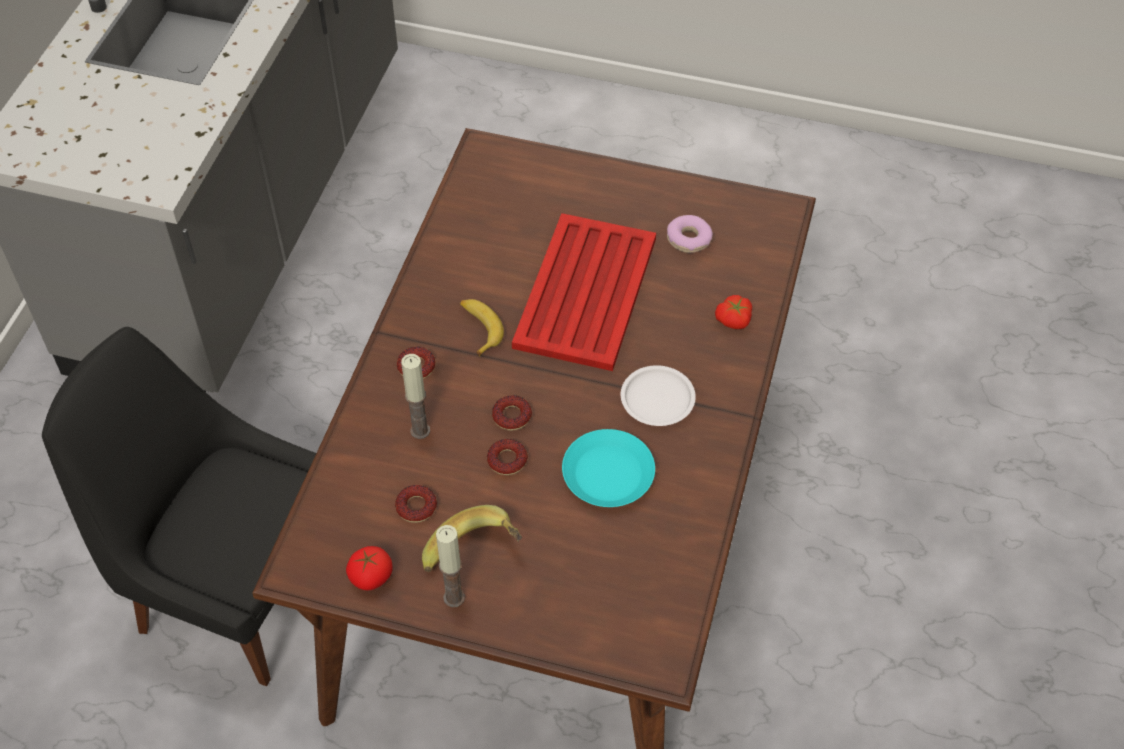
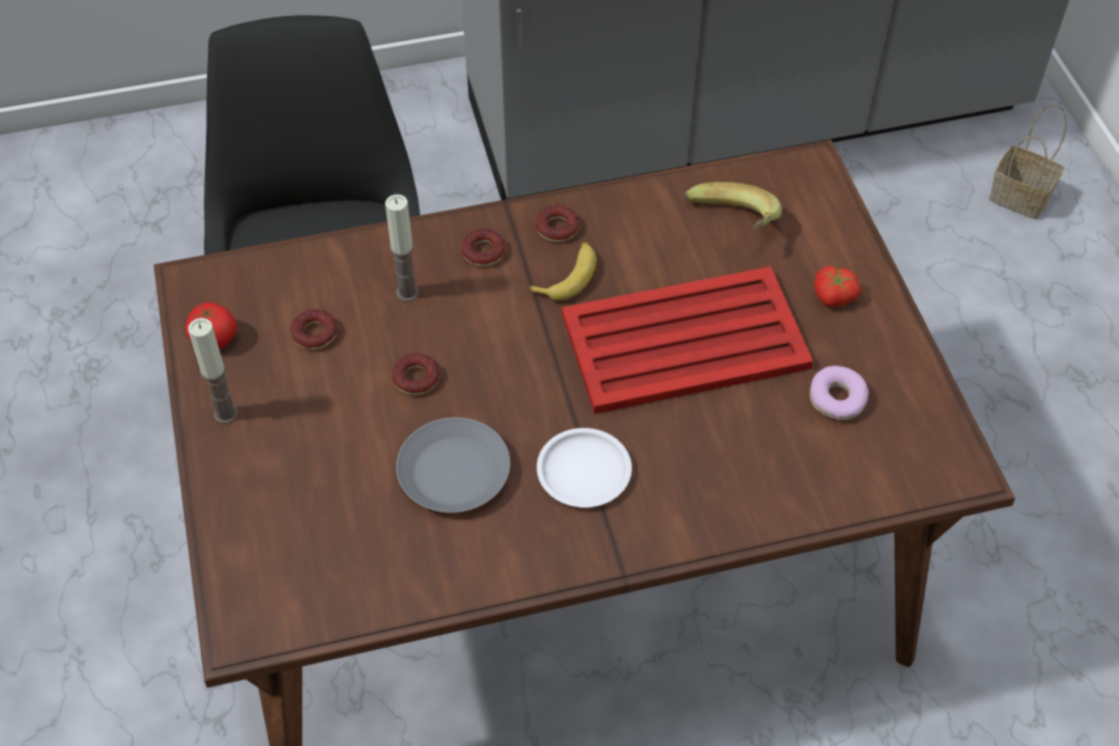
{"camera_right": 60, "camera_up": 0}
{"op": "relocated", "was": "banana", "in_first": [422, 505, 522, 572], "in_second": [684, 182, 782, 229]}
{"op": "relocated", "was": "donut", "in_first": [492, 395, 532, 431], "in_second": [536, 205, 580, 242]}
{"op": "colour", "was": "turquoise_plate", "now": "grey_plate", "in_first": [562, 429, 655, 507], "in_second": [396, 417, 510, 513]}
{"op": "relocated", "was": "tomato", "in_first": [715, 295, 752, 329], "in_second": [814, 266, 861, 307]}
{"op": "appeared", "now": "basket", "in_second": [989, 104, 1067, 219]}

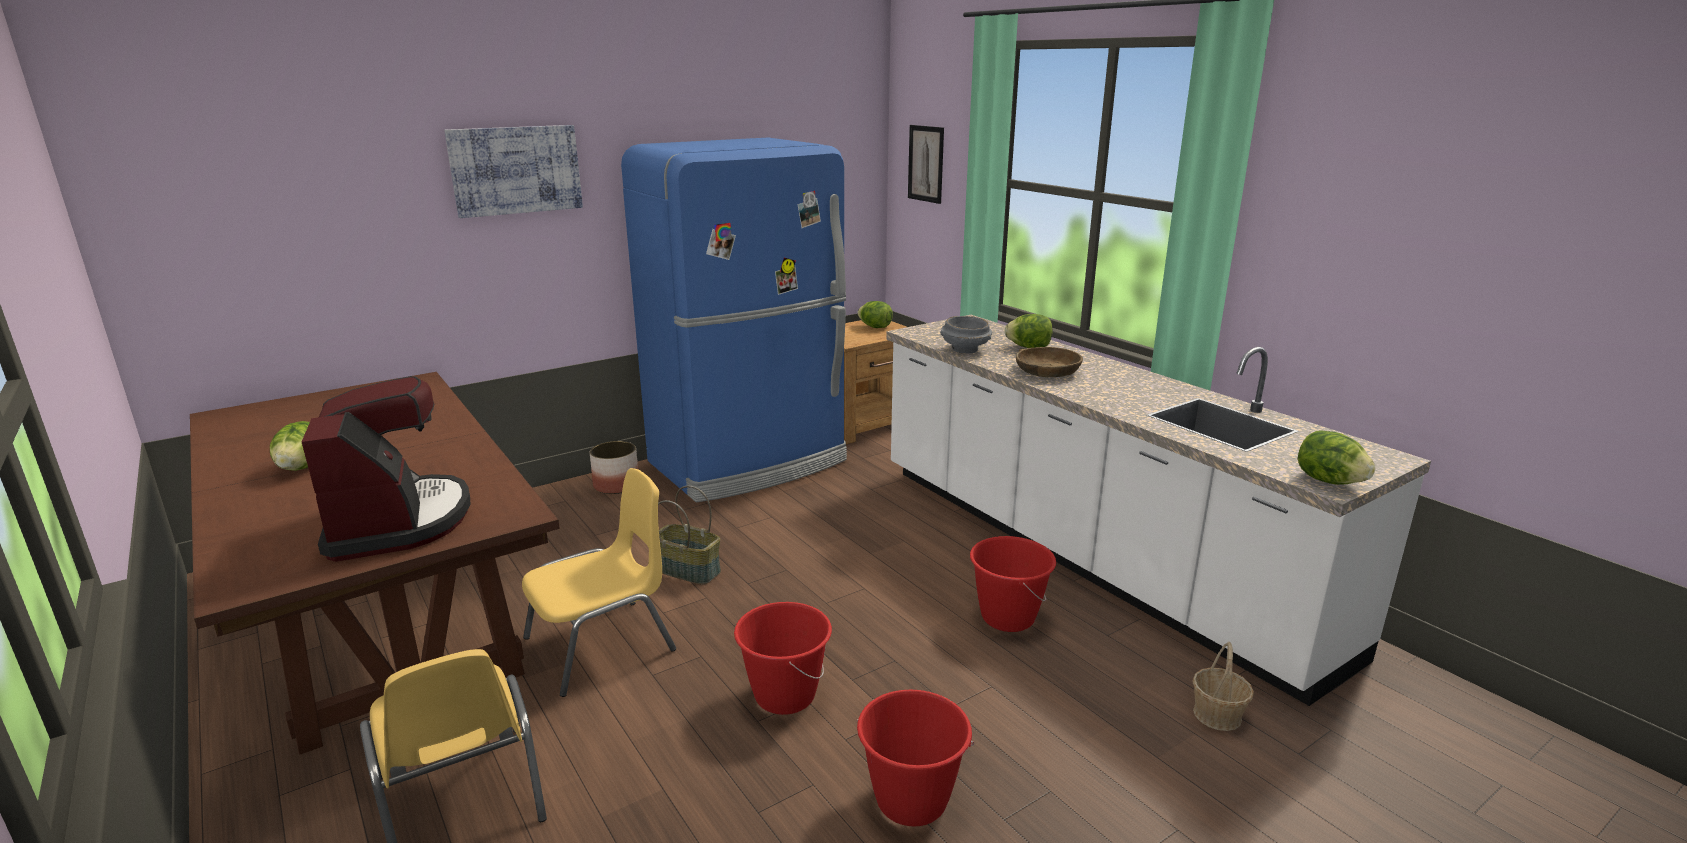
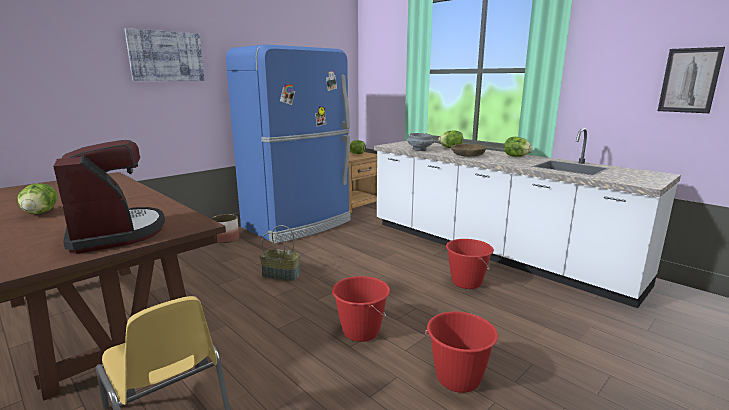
{"camera_right": -10, "camera_up": -5}
{"op": "missing", "was": "yellow_chair", "in_first": [522, 468, 676, 697]}
{"op": "relocated", "was": "picture", "in_first": [908, 125, 944, 204], "in_second": [658, 47, 725, 113]}
{"op": "missing", "was": "basket", "in_first": [1193, 642, 1254, 731]}
{"op": "relocated", "was": "lettuce", "in_first": [1298, 430, 1376, 485], "in_second": [504, 137, 533, 157]}

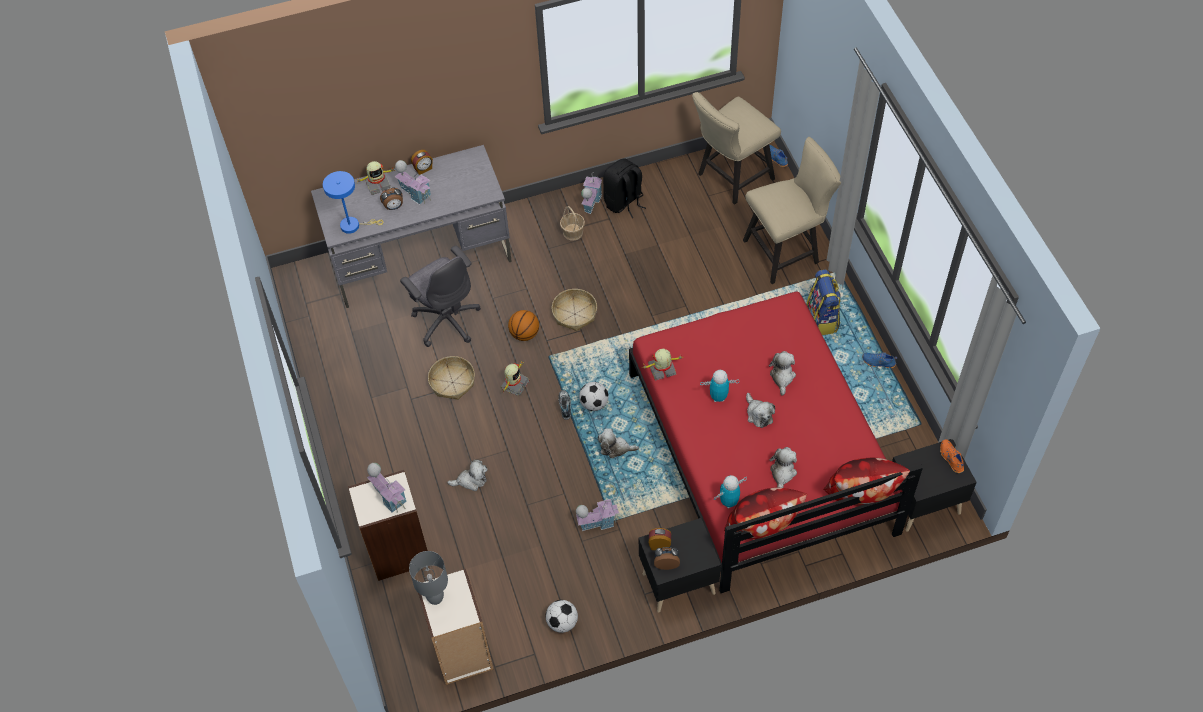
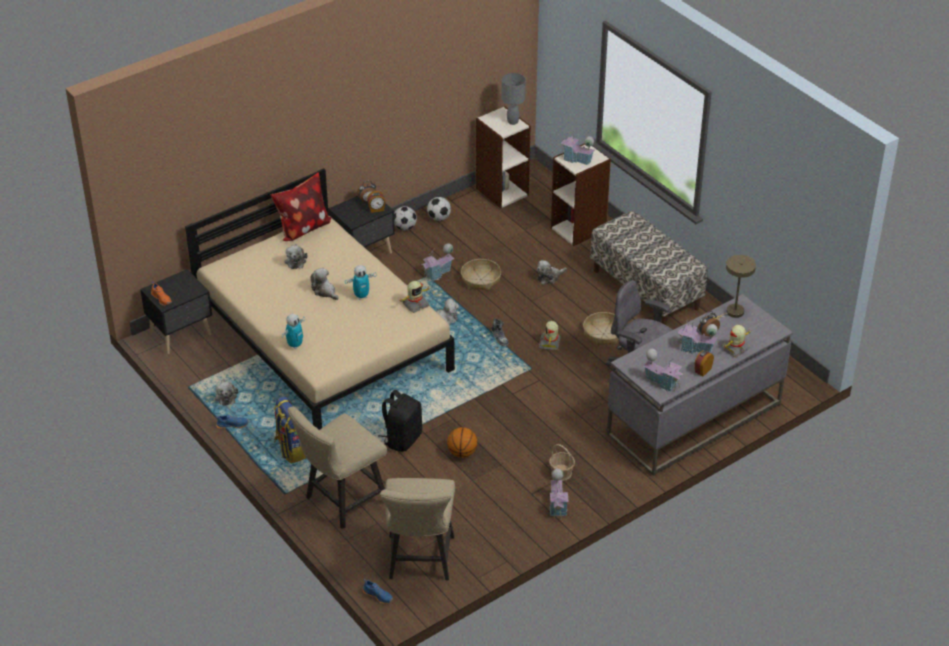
{"camera_right": 160, "camera_up": -15}
{"op": "colour", "was": "blue_table_lamp", "now": "beige_table_lamp", "in_first": [323, 171, 384, 234], "in_second": [713, 255, 756, 320]}
{"op": "relocated", "was": "basketball", "in_first": [508, 310, 539, 341], "in_second": [447, 427, 477, 458]}
{"op": "relocated", "was": "basket", "in_first": [552, 289, 597, 331], "in_second": [461, 259, 501, 291]}
{"op": "relocated", "was": "football", "in_first": [579, 382, 609, 411], "in_second": [394, 206, 417, 230]}
{"op": "relocated", "was": "black_backpack", "in_first": [603, 158, 646, 218], "in_second": [378, 390, 422, 452]}
{"op": "colour", "was": "red_bed", "now": "beige_bed", "in_first": [629, 292, 923, 593], "in_second": [185, 168, 455, 430]}
{"op": "spun", "was": "beige_chair", "in_first": [692, 92, 781, 205], "in_second": [380, 478, 455, 580], "clockwise": 150}
{"op": "relocated", "was": "toy_robot", "in_first": [714, 475, 747, 509], "in_second": [282, 314, 305, 349]}
{"op": "relocated", "was": "plush_toy", "in_first": [769, 351, 796, 396], "in_second": [215, 379, 238, 406]}
{"op": "missing", "was": "pillow", "in_first": [823, 458, 910, 504]}
{"op": "appeared", "now": "bench", "in_second": [590, 211, 708, 325]}
{"op": "appeared", "now": "toy_house", "in_second": [644, 349, 683, 392]}

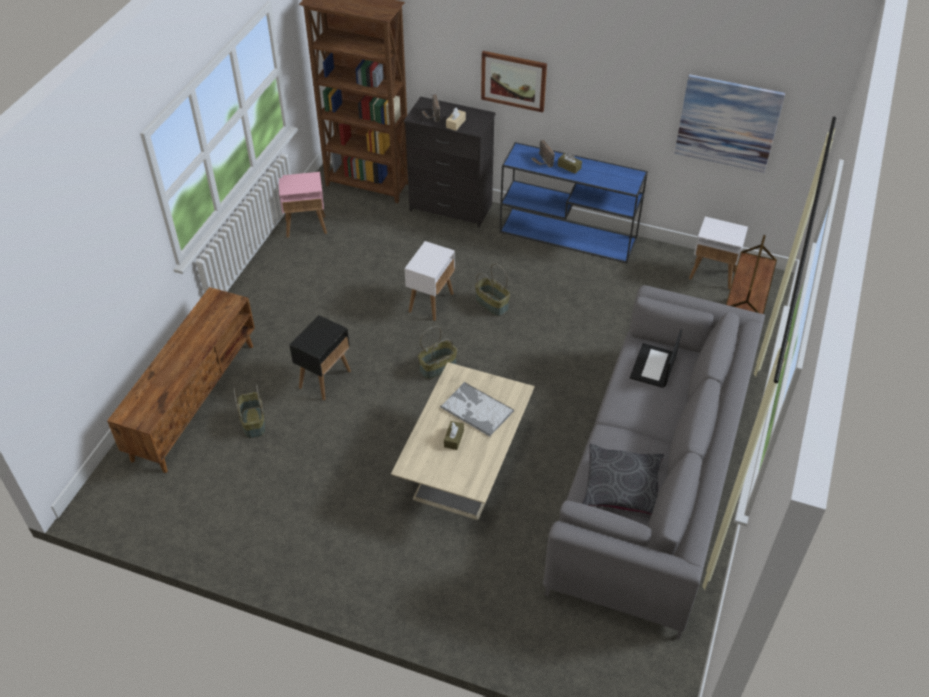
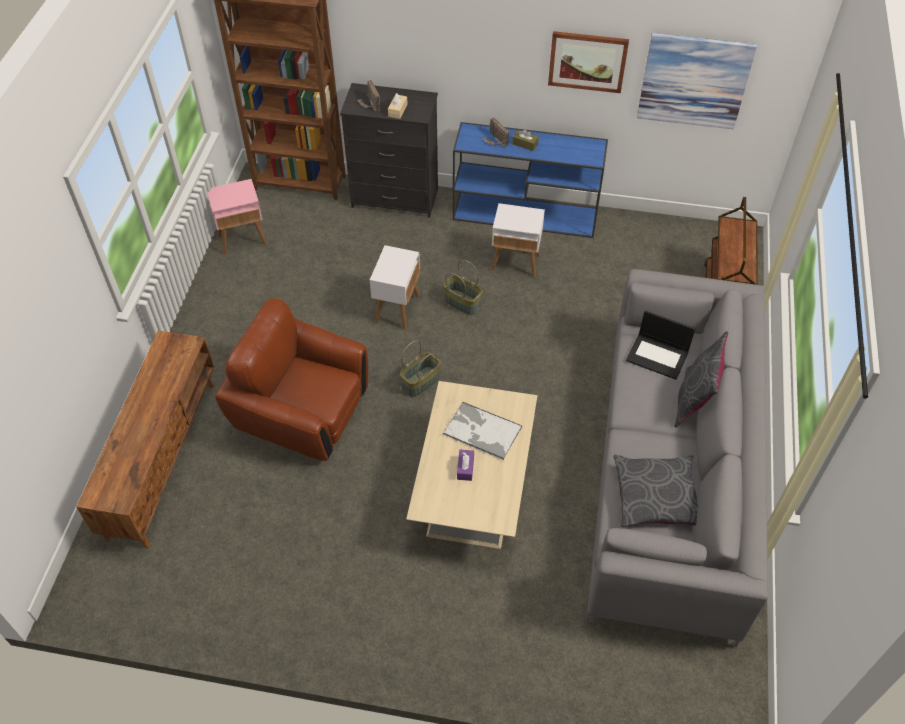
{"camera_right": -10, "camera_up": 5}
{"op": "missing", "was": "basket", "in_first": [234, 384, 265, 438]}
{"op": "exchanged", "was": "black_side_table", "now": "brown_armchair", "in_first": [290, 315, 351, 401], "in_second": [215, 298, 368, 461]}
{"op": "colour", "was": "brown_tissue_box", "now": "purple_tissue_box", "in_first": [444, 421, 464, 450], "in_second": [457, 450, 474, 481]}
{"op": "relocated", "was": "picture", "in_first": [481, 51, 547, 113], "in_second": [548, 31, 629, 93]}
{"op": "spun", "was": "laptop", "in_first": [630, 329, 682, 388], "in_second": [626, 310, 695, 380], "clockwise": -75}
{"op": "relocated", "was": "white_side_table", "in_first": [689, 217, 748, 290], "in_second": [491, 203, 545, 277]}
{"op": "appeared", "now": "grey_pillow", "in_second": [674, 331, 728, 428]}

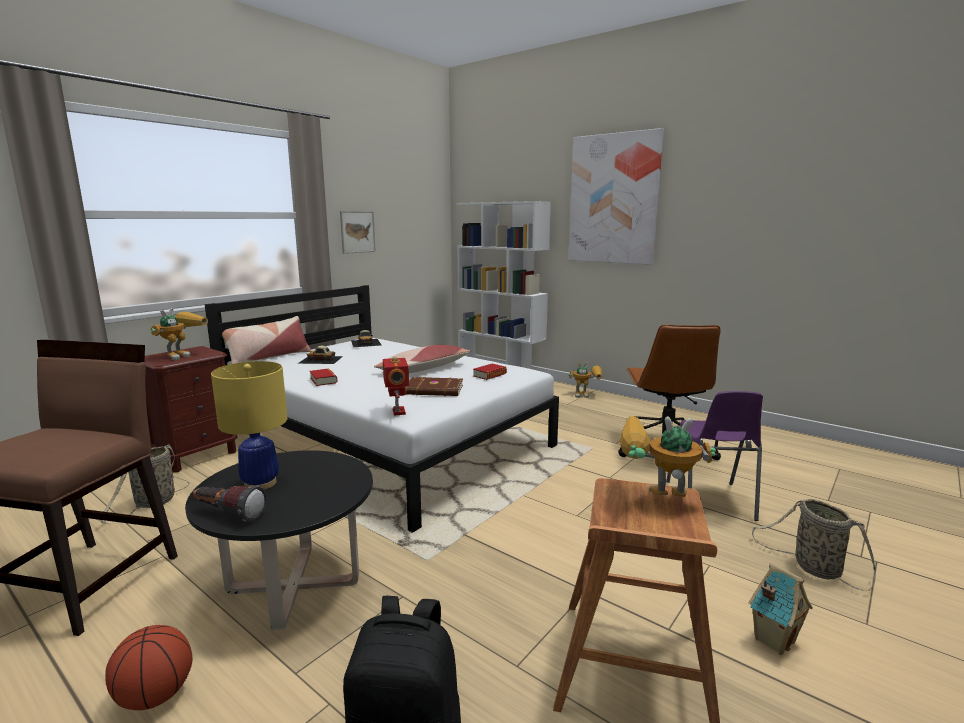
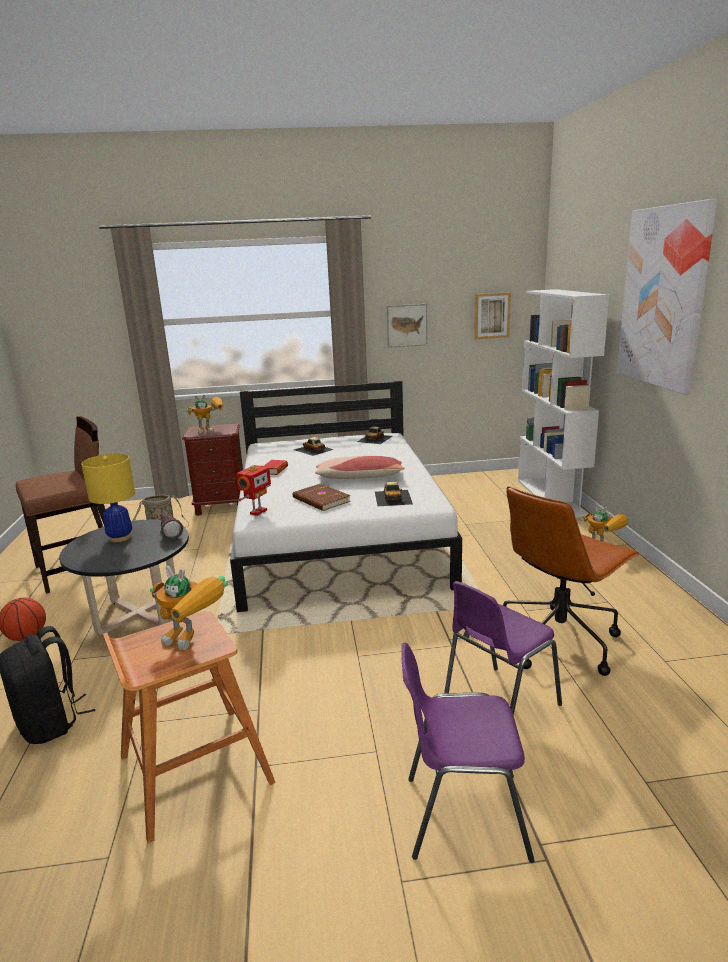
{"camera_right": 45, "camera_up": 5}
{"op": "relocated", "was": "flashlight", "in_first": [193, 485, 267, 522], "in_second": [160, 513, 183, 540]}
{"op": "missing", "was": "pillow", "in_first": [222, 316, 311, 364]}
{"op": "exchanged", "was": "book", "now": "toy_car", "in_first": [473, 364, 507, 380], "in_second": [375, 482, 413, 506]}
{"op": "spun", "was": "toy_robot", "in_first": [620, 416, 716, 497], "in_second": [150, 566, 228, 650], "clockwise": 150}
{"op": "missing", "was": "toy_house", "in_first": [749, 563, 813, 655]}
{"op": "exchanged", "was": "basket", "now": "purple_chair", "in_first": [752, 499, 876, 591], "in_second": [401, 642, 535, 863]}
{"op": "appeared", "now": "picture", "in_second": [474, 292, 511, 339]}

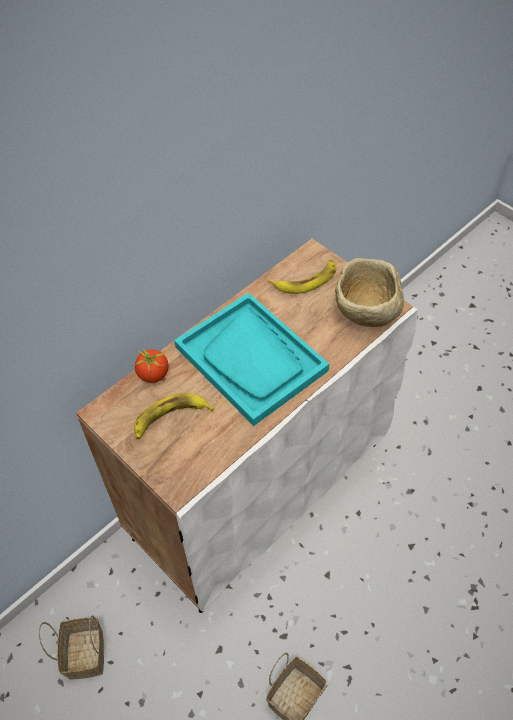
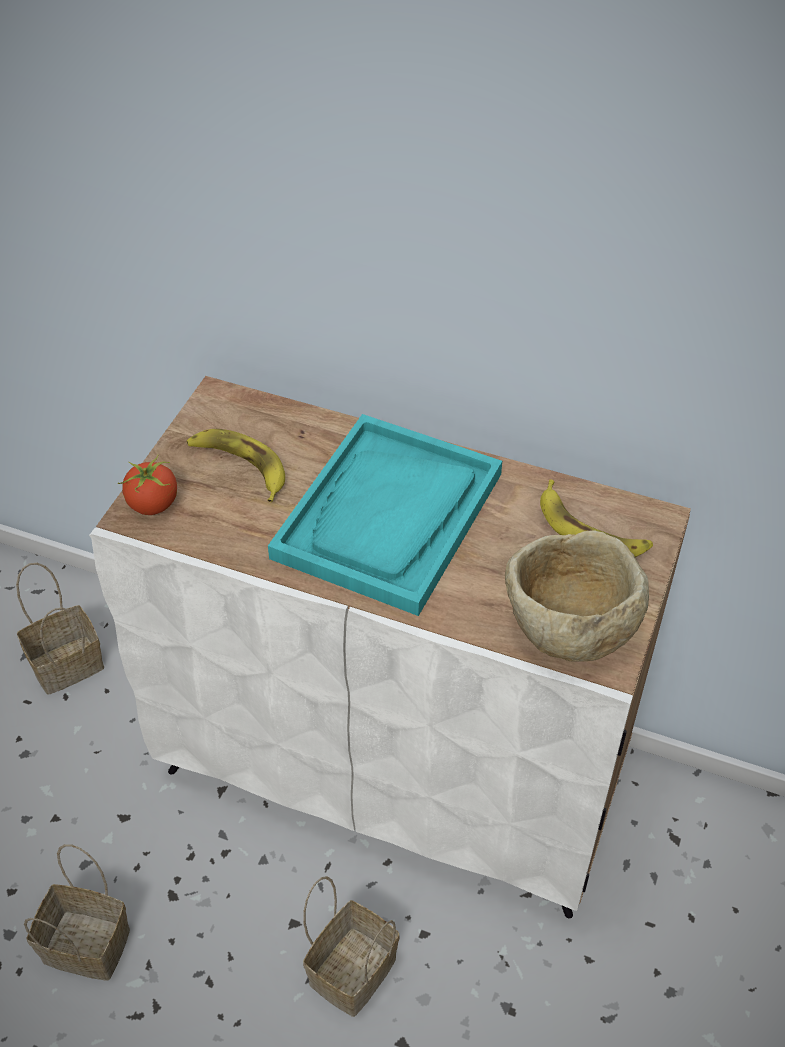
{"camera_right": 65, "camera_up": -5}
{"op": "relocated", "was": "tomato", "in_first": [135, 347, 169, 383], "in_second": [118, 455, 177, 515]}
{"op": "appeared", "now": "basket", "in_second": [303, 876, 400, 1017]}

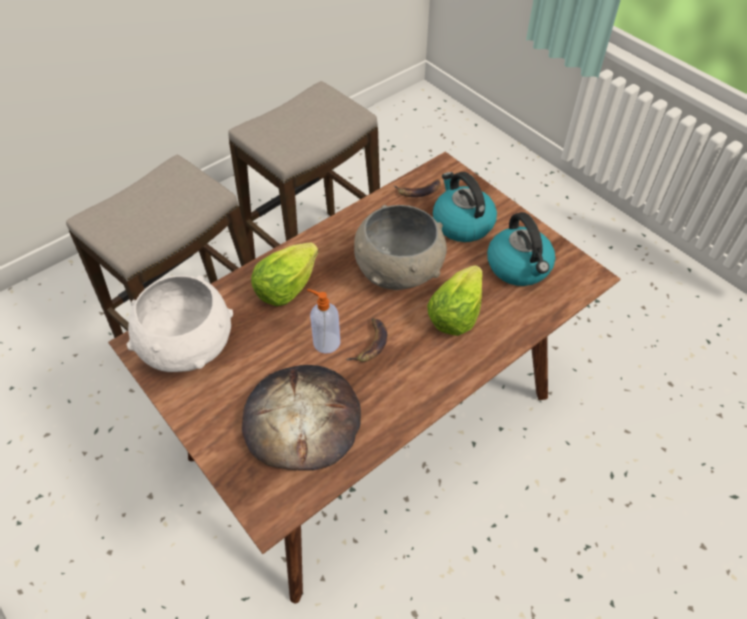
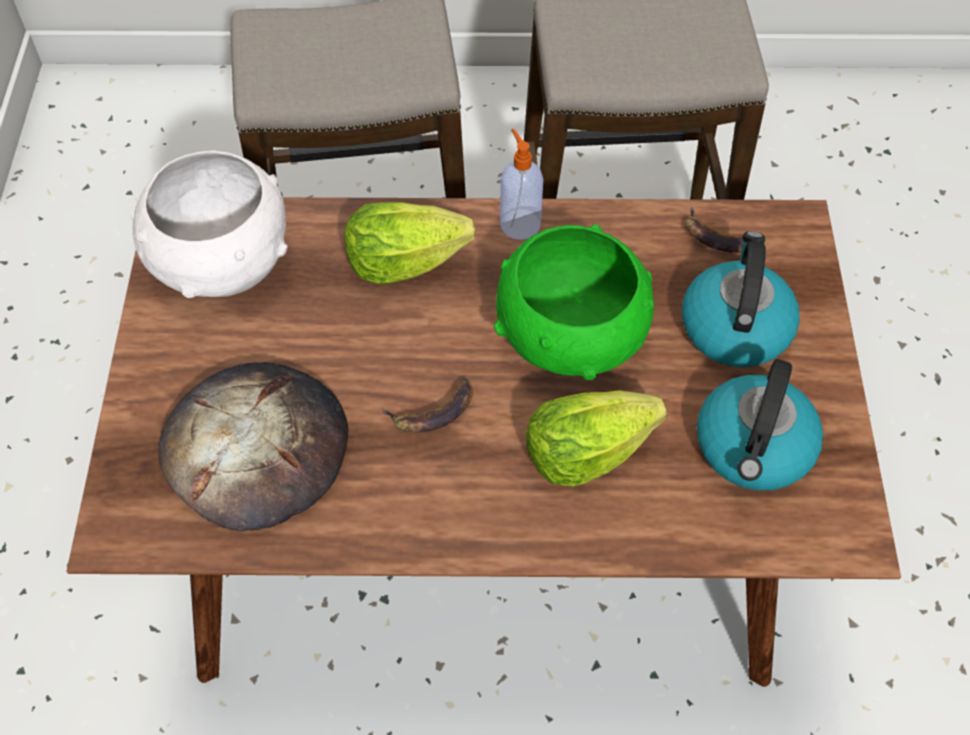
{"camera_right": 40, "camera_up": 5}
{"op": "relocated", "was": "soap_dispenser", "in_first": [307, 289, 340, 354], "in_second": [500, 129, 543, 240]}
{"op": "colour", "was": "grey_bowl", "now": "green_bowl", "in_first": [354, 205, 447, 290], "in_second": [494, 225, 654, 380]}

